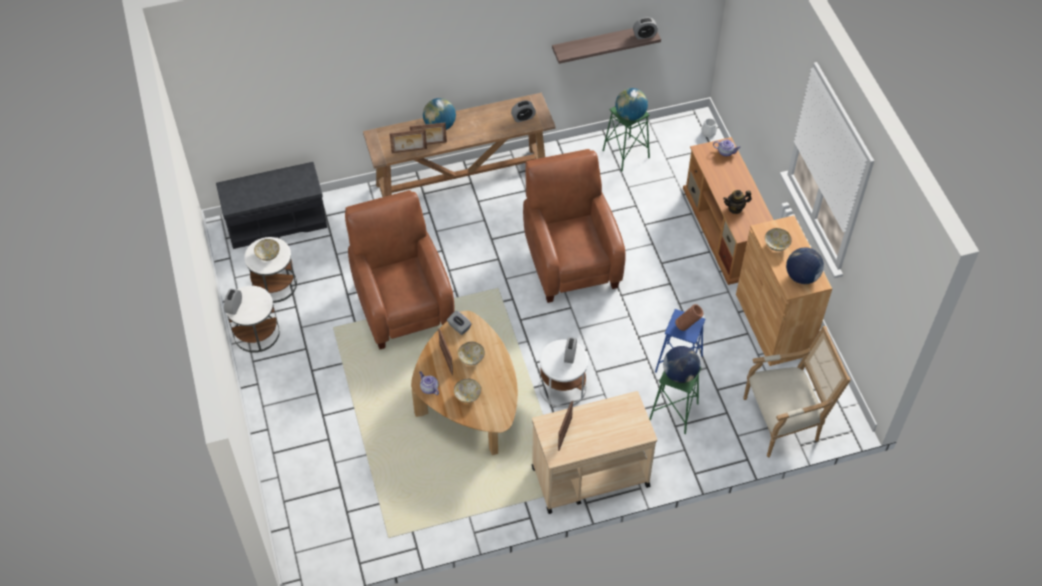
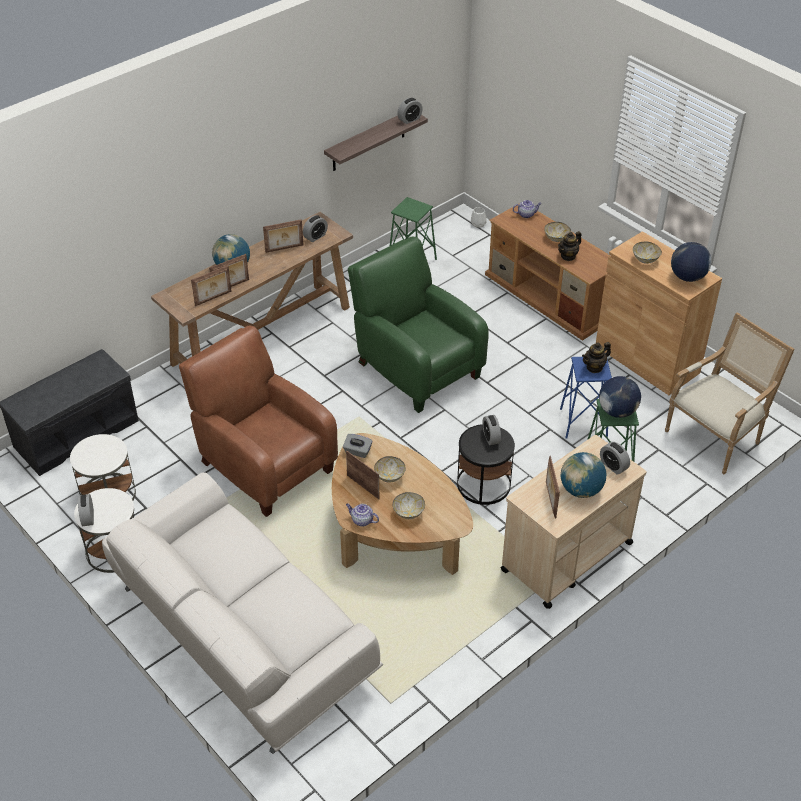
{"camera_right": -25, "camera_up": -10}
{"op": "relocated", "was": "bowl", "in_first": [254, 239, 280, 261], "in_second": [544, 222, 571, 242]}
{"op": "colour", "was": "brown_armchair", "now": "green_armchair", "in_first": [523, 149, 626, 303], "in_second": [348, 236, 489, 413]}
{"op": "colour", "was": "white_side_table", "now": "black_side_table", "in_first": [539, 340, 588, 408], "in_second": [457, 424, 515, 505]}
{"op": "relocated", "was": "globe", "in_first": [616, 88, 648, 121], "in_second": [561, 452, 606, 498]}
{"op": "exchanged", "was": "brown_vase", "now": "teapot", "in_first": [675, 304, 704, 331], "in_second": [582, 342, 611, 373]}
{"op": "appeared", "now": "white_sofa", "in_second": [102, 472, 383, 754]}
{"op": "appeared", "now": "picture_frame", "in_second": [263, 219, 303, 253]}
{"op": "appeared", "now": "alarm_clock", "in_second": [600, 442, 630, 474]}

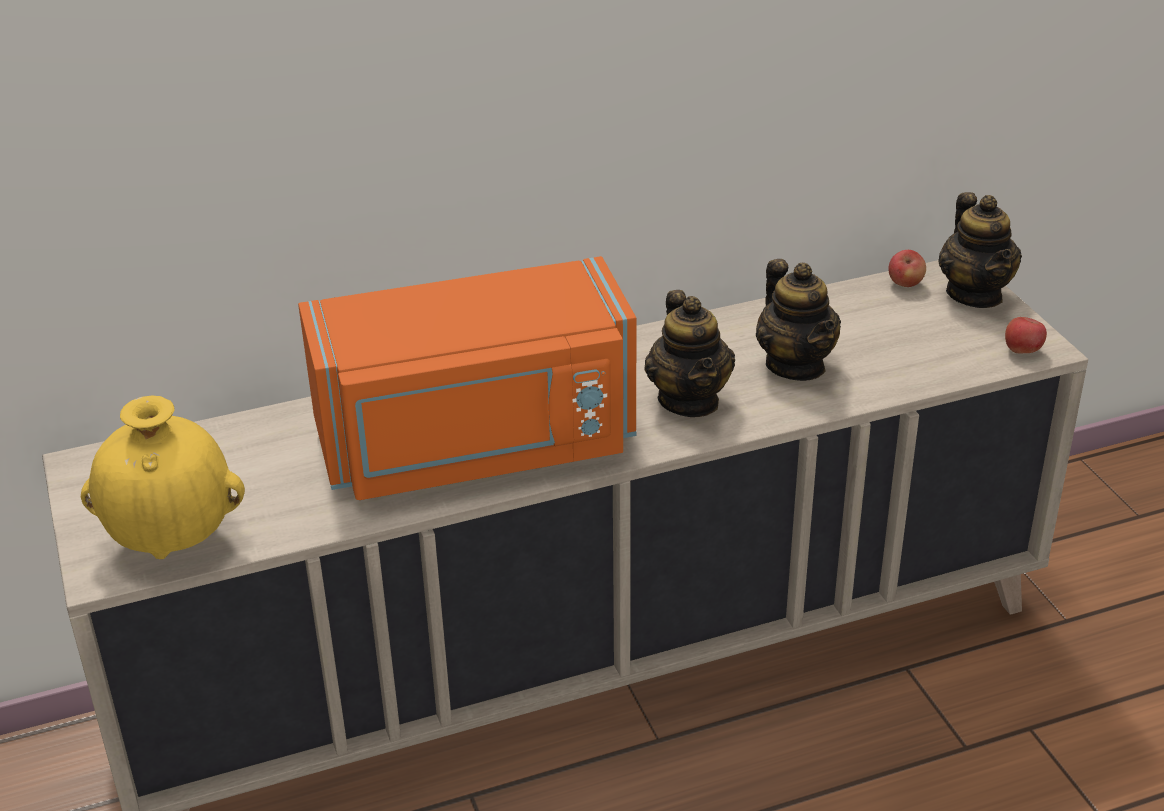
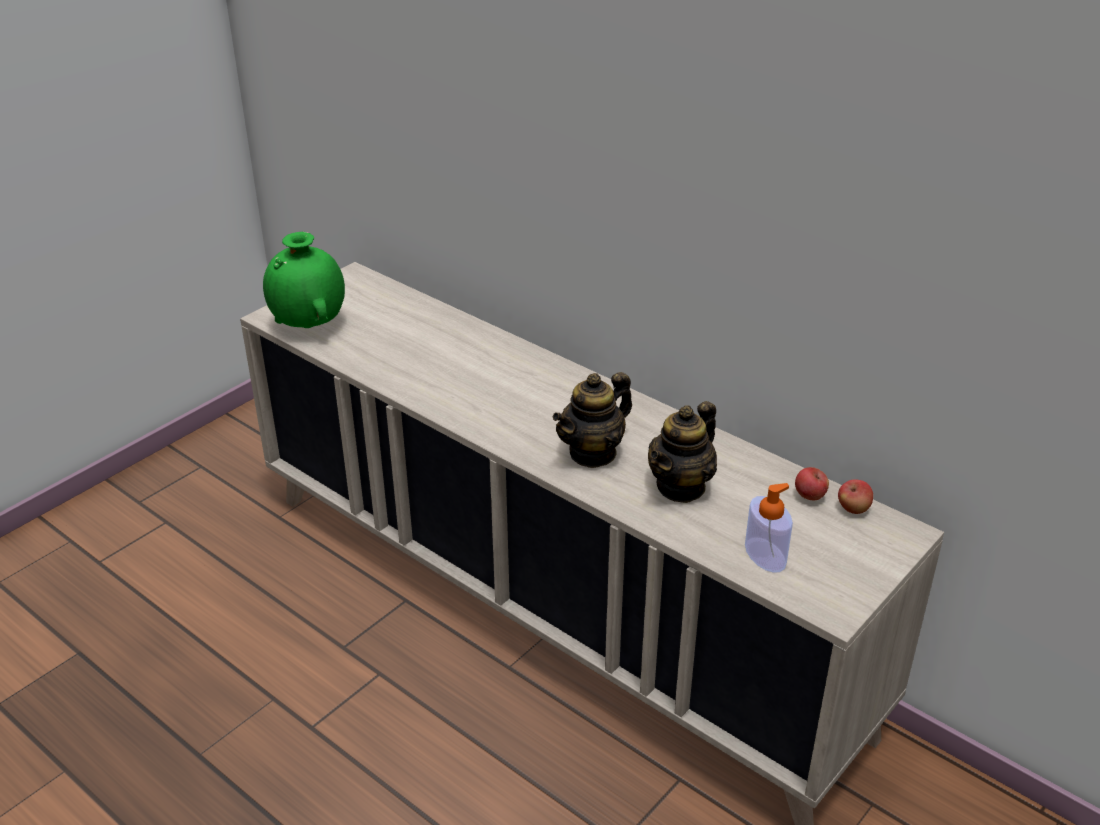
{"camera_right": 60, "camera_up": 0}
{"op": "colour", "was": "yellow_vase", "now": "green_vase", "in_first": [81, 396, 245, 559], "in_second": [263, 232, 345, 328]}
{"op": "missing", "was": "orange_microwave", "in_first": [298, 256, 637, 500]}
{"op": "missing", "was": "teapot", "in_first": [938, 192, 1022, 308]}
{"op": "relocated", "was": "apple", "in_first": [1005, 317, 1047, 354], "in_second": [795, 467, 829, 501]}
{"op": "appeared", "now": "soap_dispenser", "in_second": [745, 483, 793, 573]}

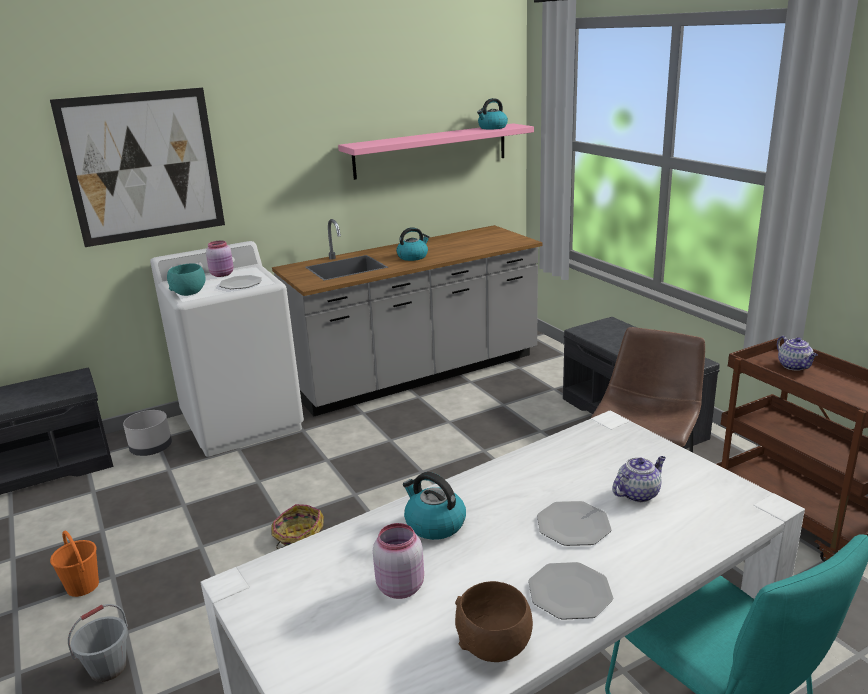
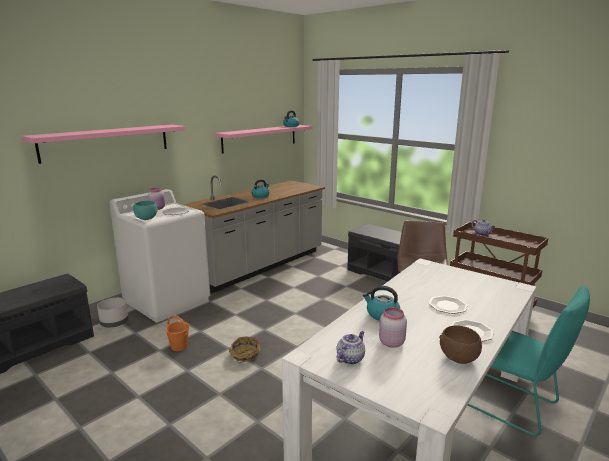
{"camera_right": -20, "camera_up": -5}
{"op": "exchanged", "was": "picture", "now": "pink_shelf", "in_first": [50, 87, 225, 247], "in_second": [21, 125, 186, 164]}
{"op": "relocated", "was": "orange_bucket", "in_first": [50, 531, 99, 597], "in_second": [165, 315, 189, 351]}
{"op": "missing", "was": "grey_bucket", "in_first": [68, 604, 128, 682]}
{"op": "relocated", "was": "teapot", "in_first": [612, 456, 666, 503], "in_second": [336, 331, 365, 365]}

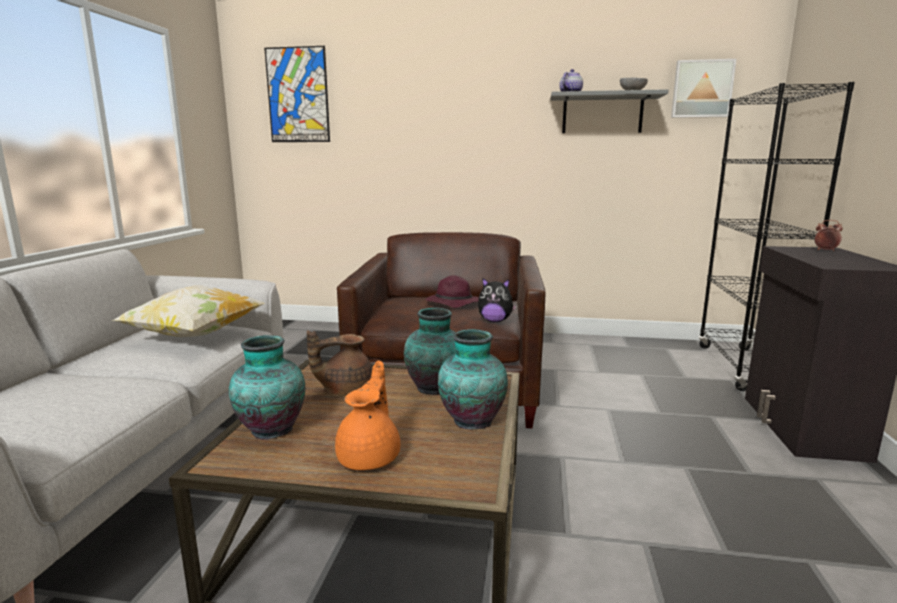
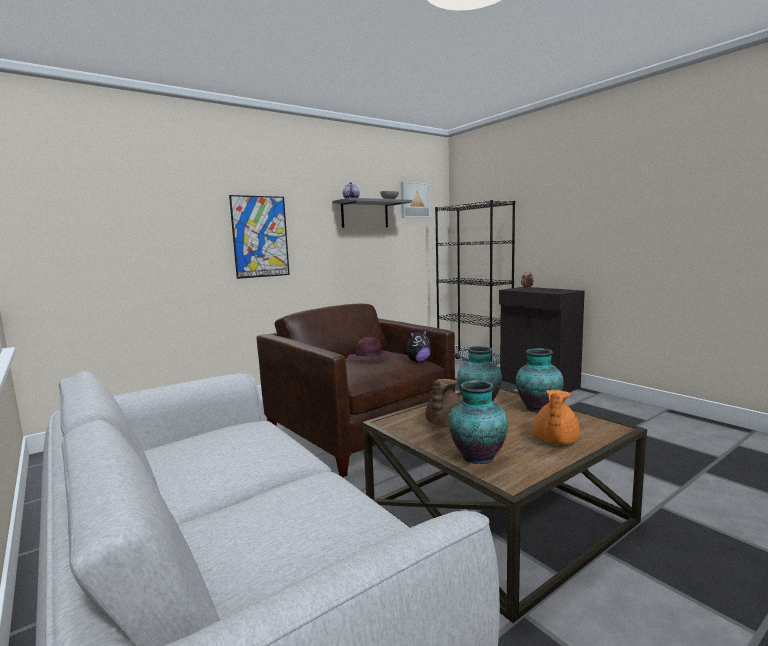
{"camera_right": -45, "camera_up": -5}
{"op": "missing", "was": "pillow", "in_first": [112, 285, 265, 337]}
{"op": "relocated", "was": "picture", "in_first": [264, 46, 330, 142], "in_second": [229, 195, 290, 279]}
{"op": "spun", "was": "orange_teapot", "in_first": [335, 360, 400, 470], "in_second": [533, 390, 580, 444], "clockwise": -120}

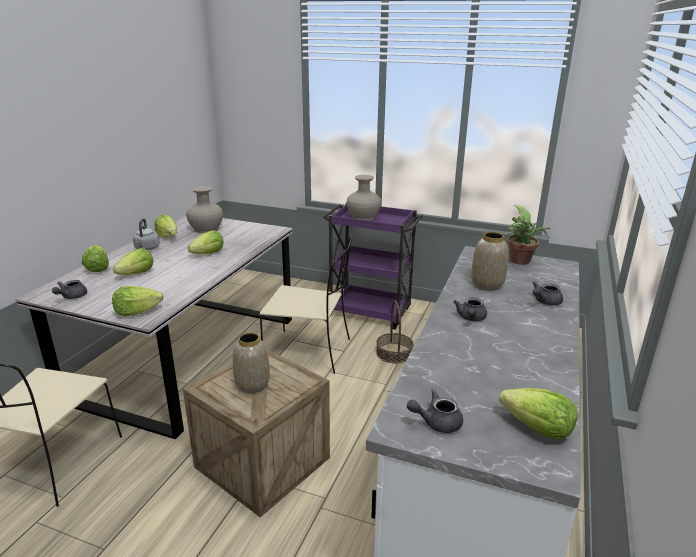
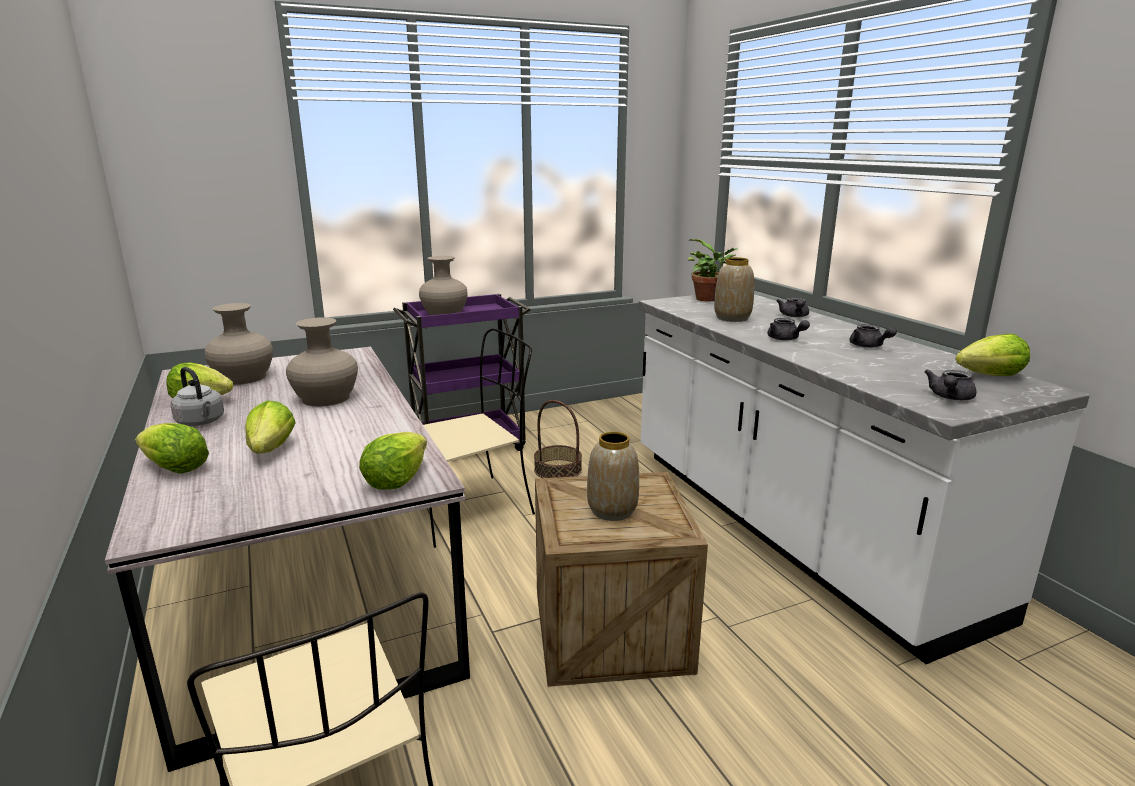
{"camera_right": -45, "camera_up": -5}
{"op": "relocated", "was": "grey_teapot", "in_first": [52, 280, 87, 299], "in_second": [850, 324, 897, 348]}
{"op": "exchanged", "was": "lettuce", "now": "beige_vase", "in_first": [187, 230, 224, 254], "in_second": [286, 317, 358, 406]}

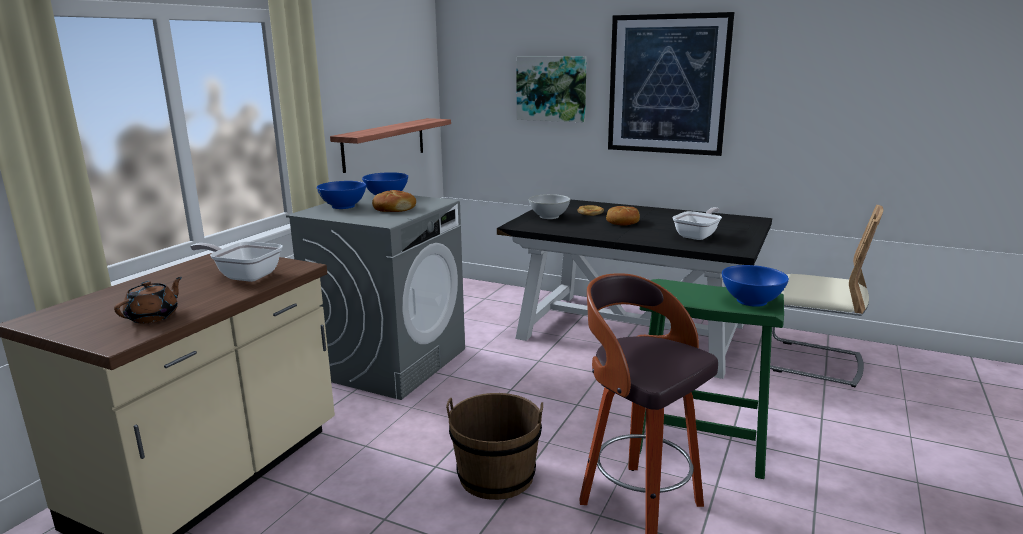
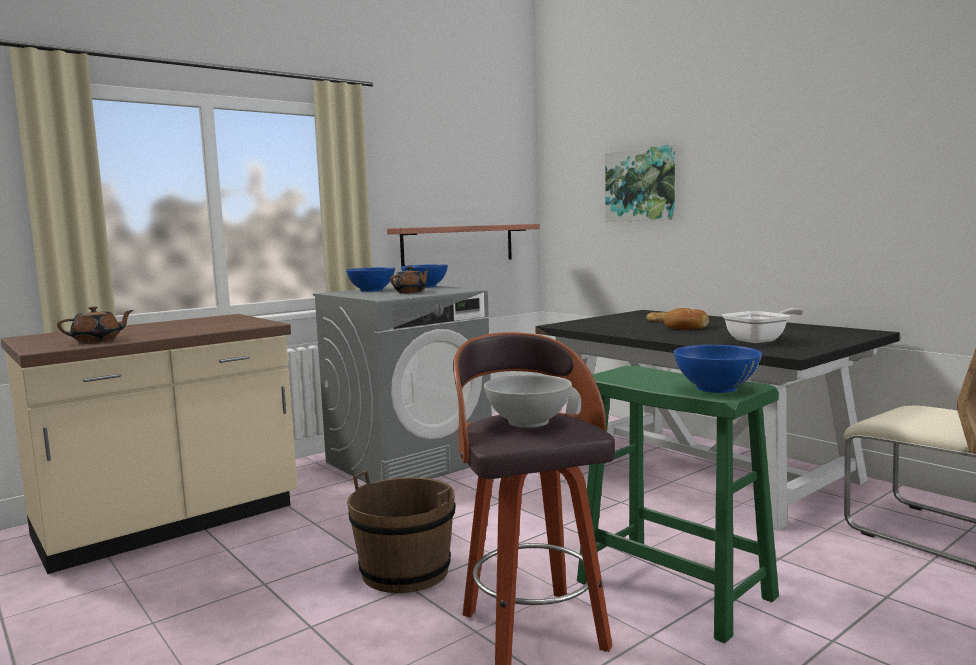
{"camera_right": 25, "camera_up": -10}
{"op": "missing", "was": "frying_pan", "in_first": [190, 241, 283, 282]}
{"op": "exchanged", "was": "bread", "now": "brown_teapot", "in_first": [372, 190, 416, 212], "in_second": [390, 266, 430, 293]}
{"op": "relocated", "was": "white_bowl", "in_first": [529, 194, 570, 219], "in_second": [484, 375, 572, 427]}
{"op": "missing", "was": "picture", "in_first": [608, 12, 734, 156]}

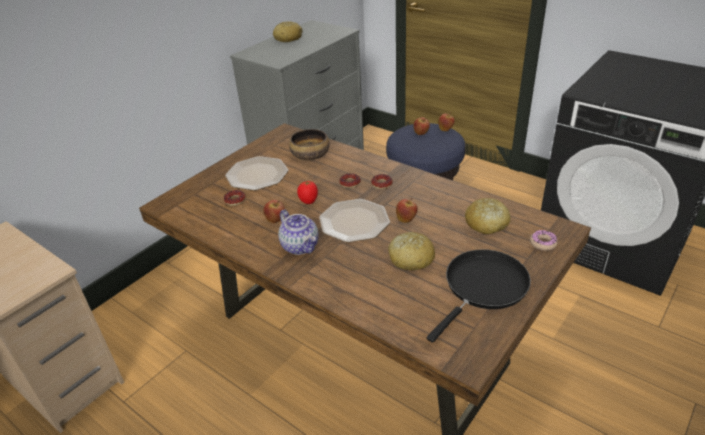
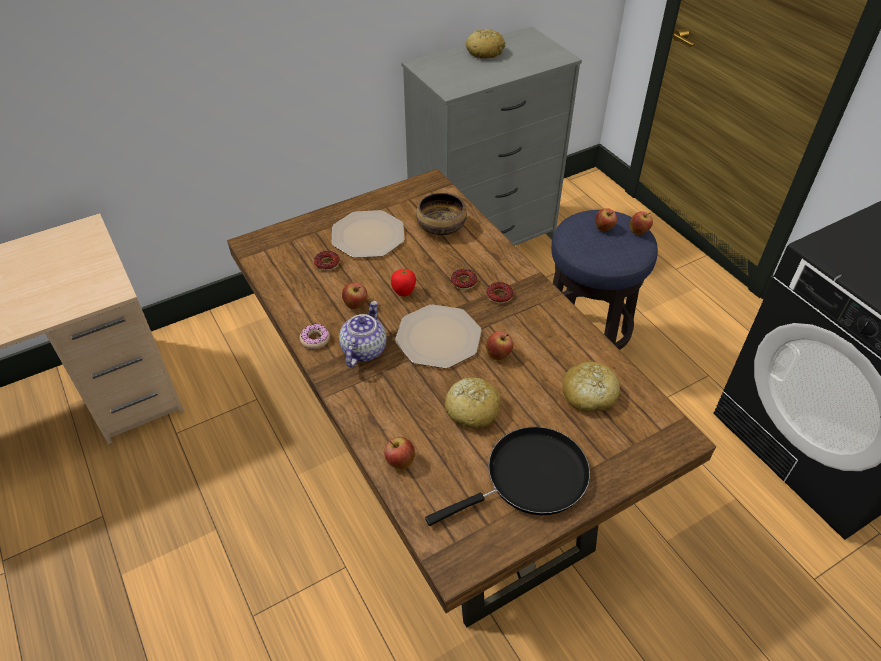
{"camera_right": 20, "camera_up": 10}
{"op": "spun", "was": "teapot", "in_first": [278, 209, 319, 255], "in_second": [339, 301, 386, 367], "clockwise": -150}
{"op": "relocated", "was": "donut", "in_first": [530, 230, 558, 251], "in_second": [300, 323, 330, 349]}
{"op": "appeared", "now": "apple", "in_second": [384, 437, 415, 469]}

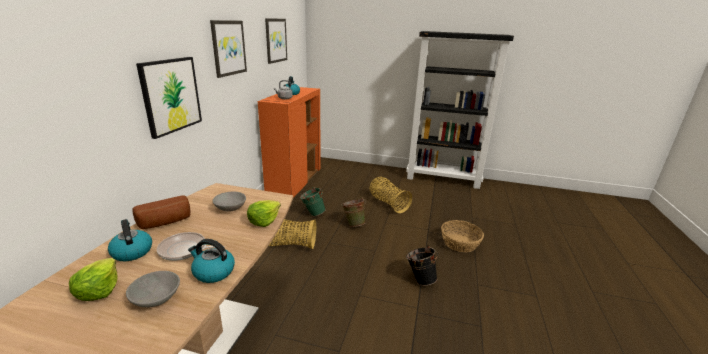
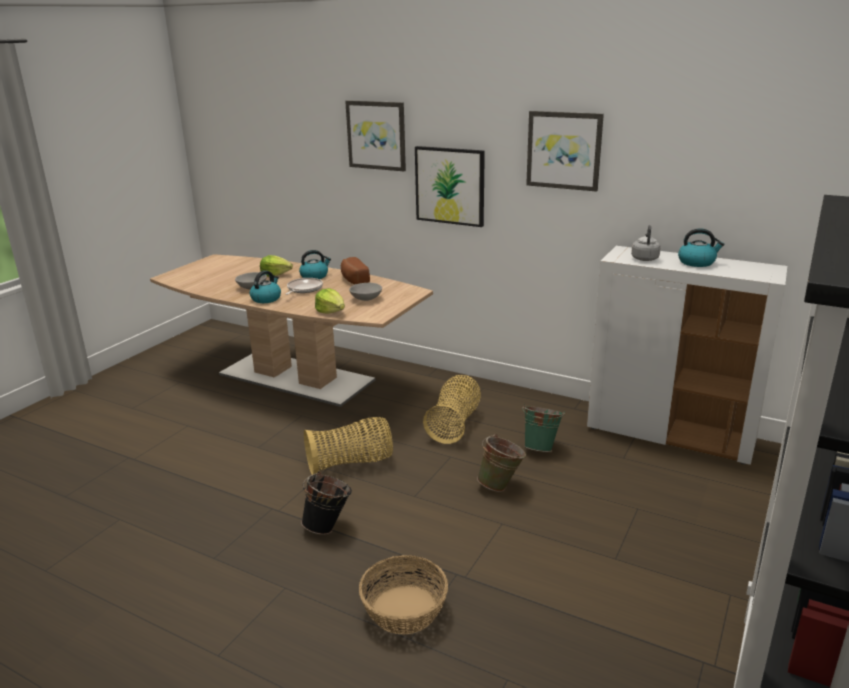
{"camera_right": 105, "camera_up": 0}
{"op": "colour", "was": "orange_cabinet", "now": "white_cabinet", "in_first": [258, 87, 321, 198], "in_second": [587, 246, 787, 465]}
{"op": "relocated", "was": "picture", "in_first": [265, 18, 287, 64], "in_second": [345, 100, 406, 171]}
{"op": "relocated", "was": "basket", "in_first": [369, 177, 412, 213], "in_second": [304, 417, 393, 475]}

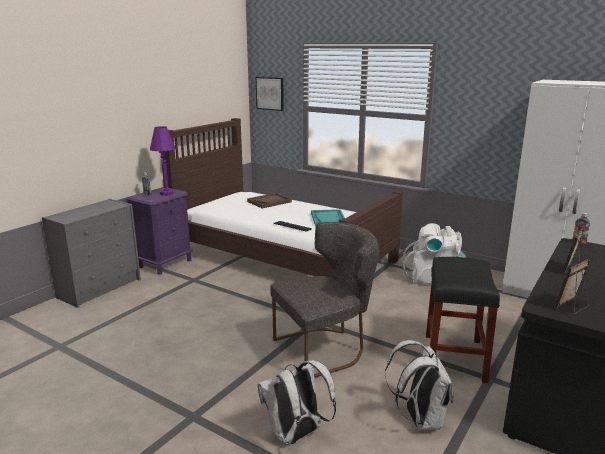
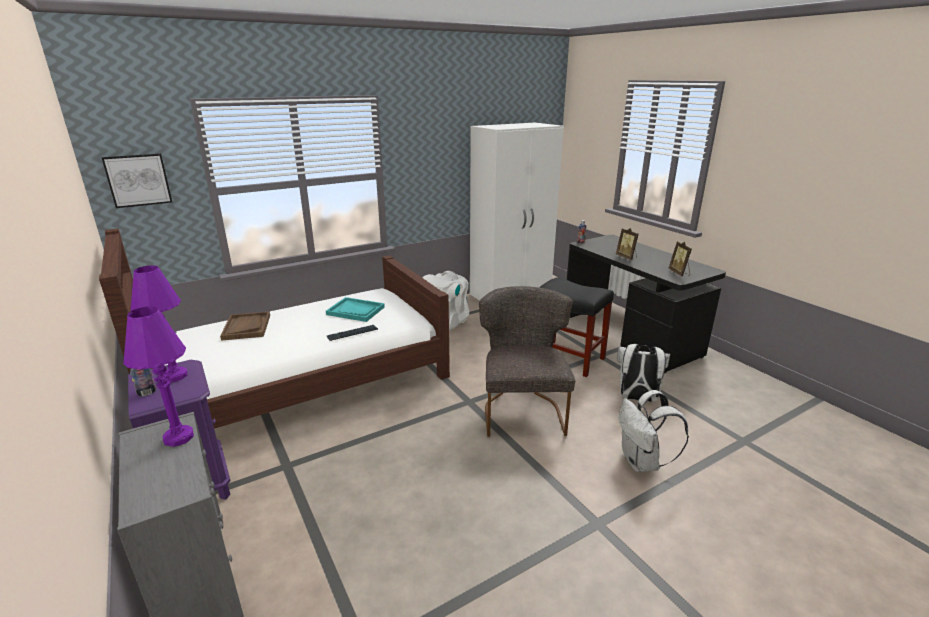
{"camera_right": -65, "camera_up": 5}
{"op": "appeared", "now": "purple_table_lamp", "in_second": [123, 306, 194, 447]}

